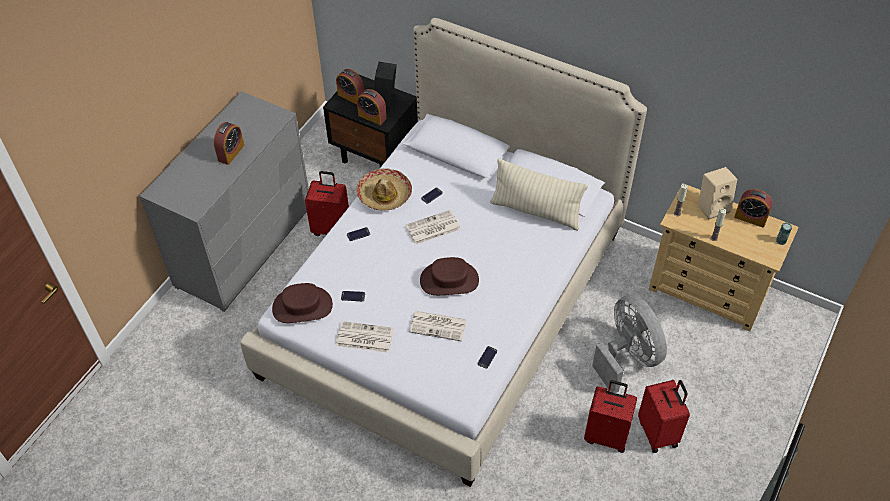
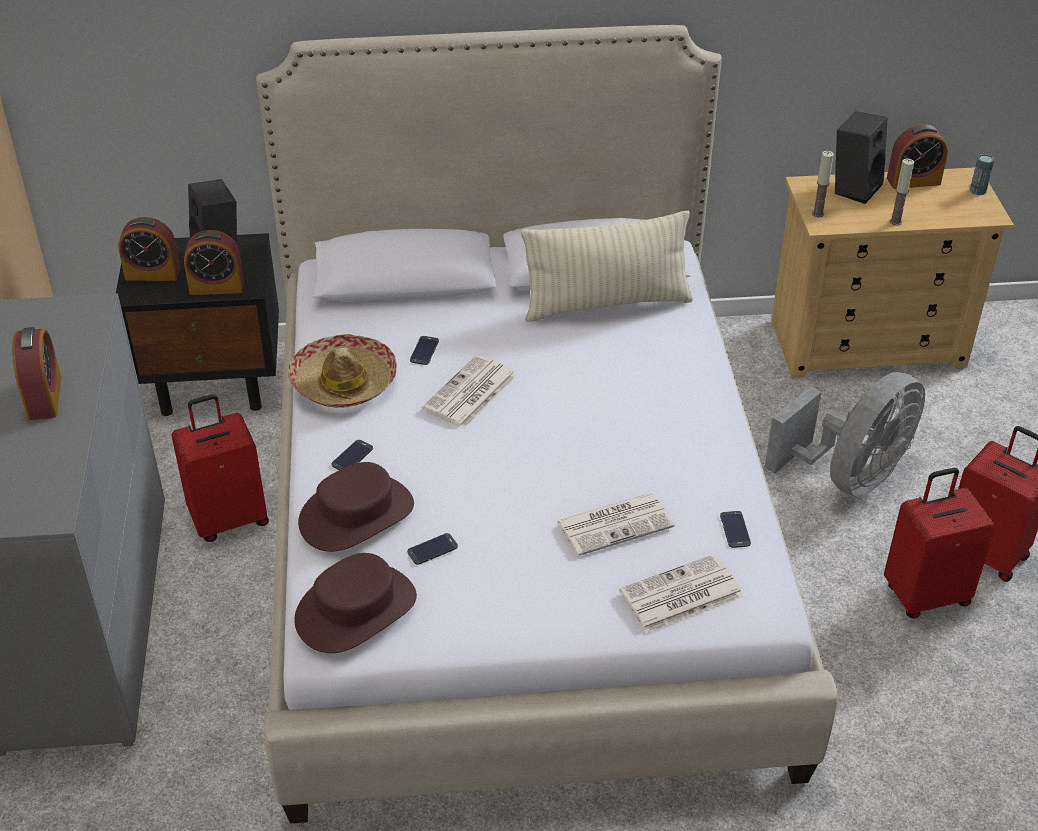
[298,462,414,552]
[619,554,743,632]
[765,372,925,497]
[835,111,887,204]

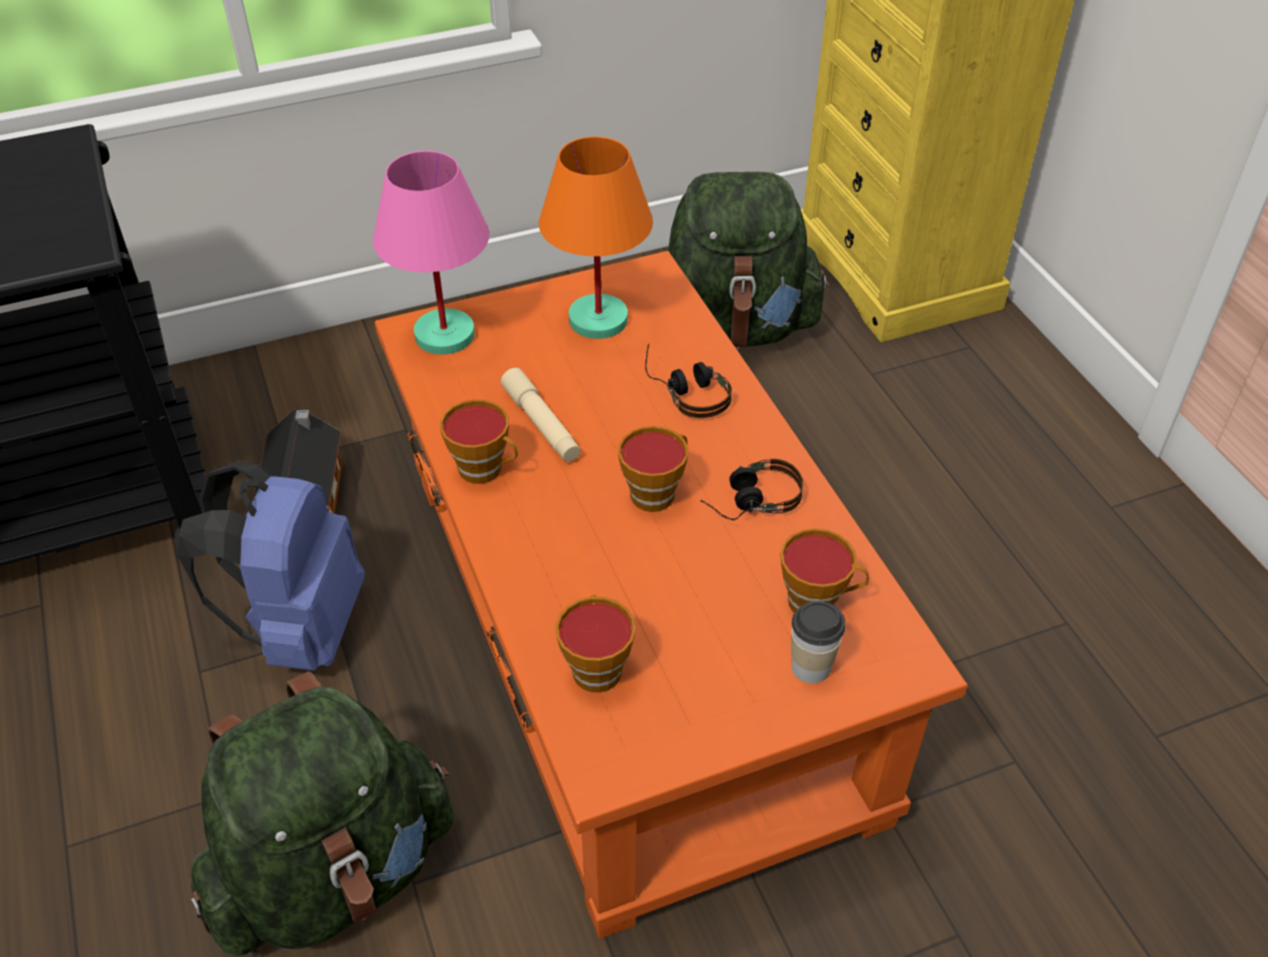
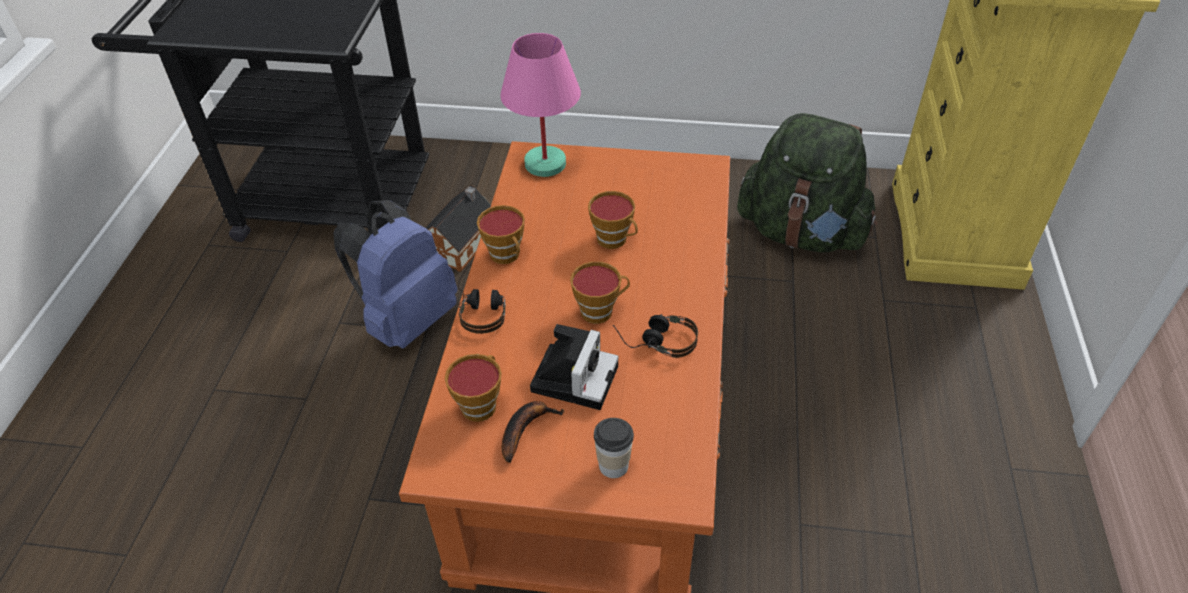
[458,263,505,334]
[502,401,565,463]
[530,324,619,410]
[588,191,638,249]
[191,671,454,956] (first image)
[501,368,580,462] (first image)
[539,136,653,339] (first image)

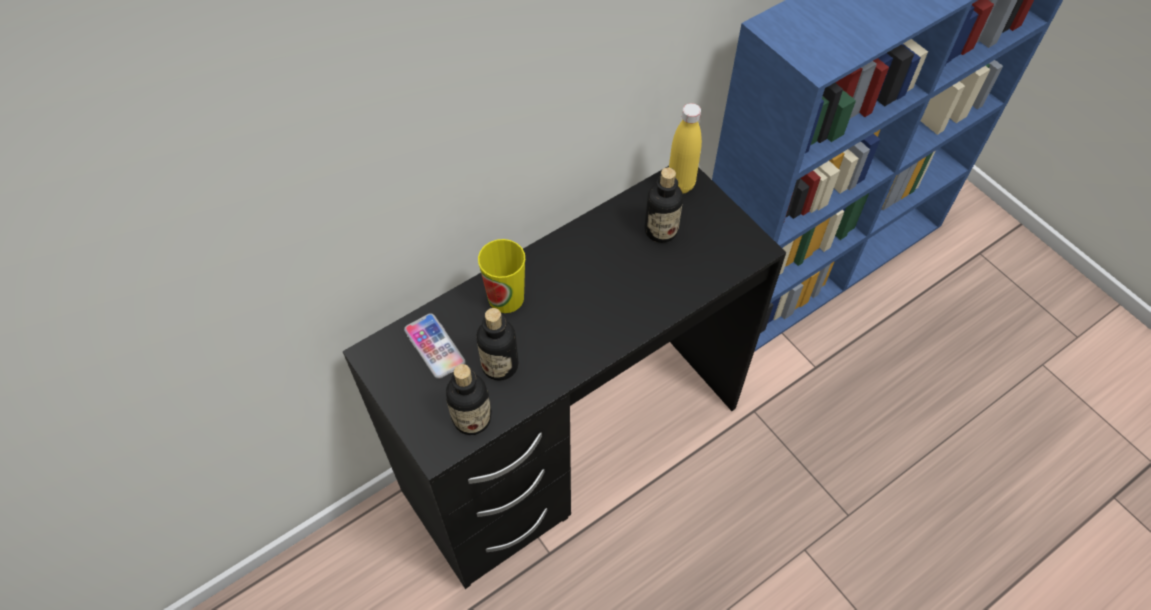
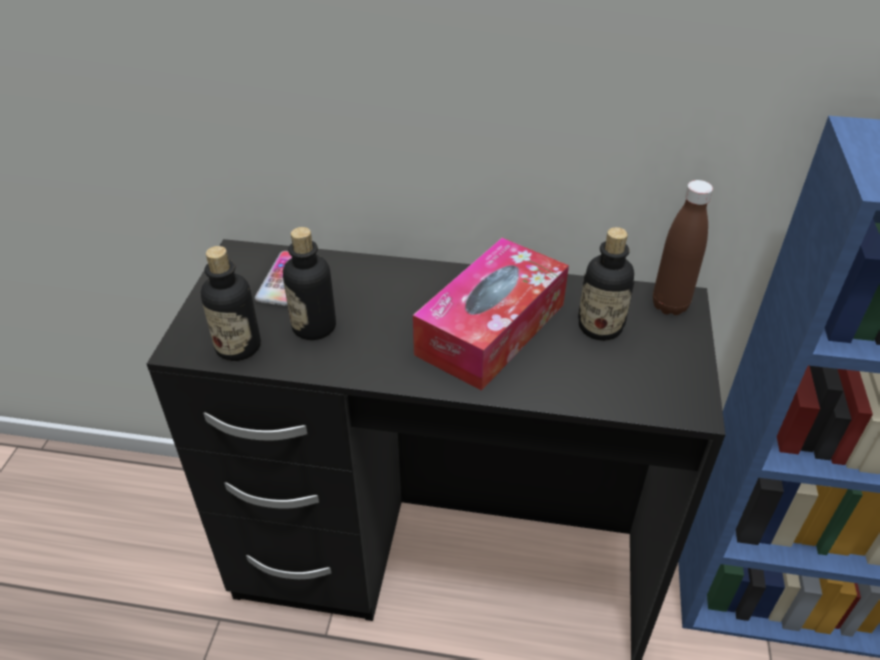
[413,238,569,391]
[653,180,713,315]
[478,239,525,313] (first image)

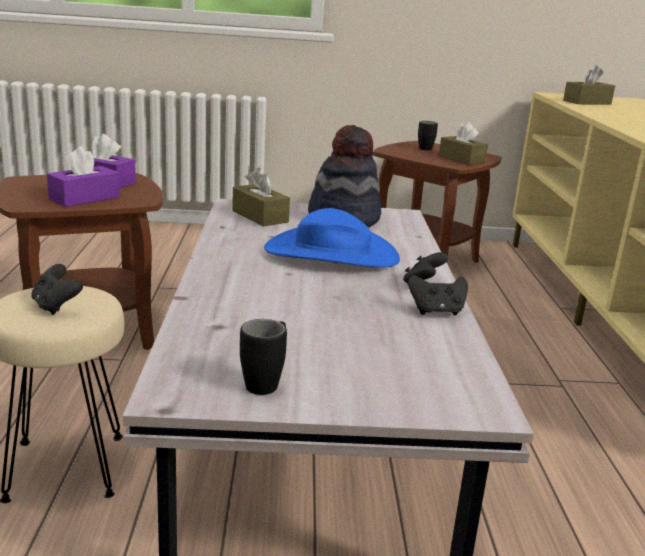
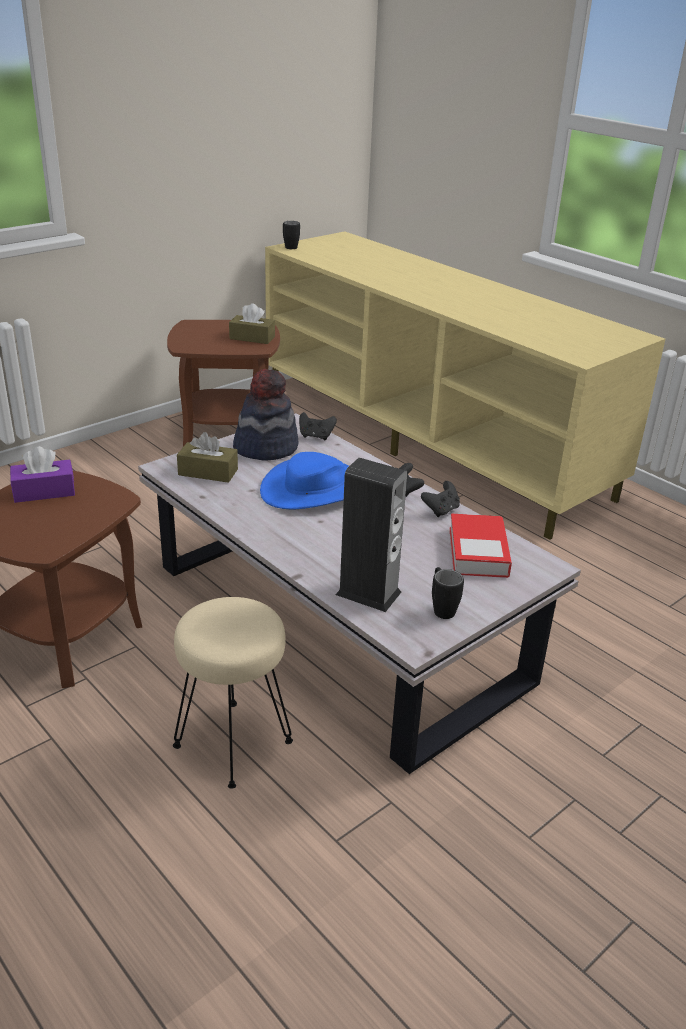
[283,221,300,249]
[299,412,337,440]
[335,458,407,612]
[449,513,512,578]
[47,146,120,207] (first image)
[563,65,615,105] (first image)

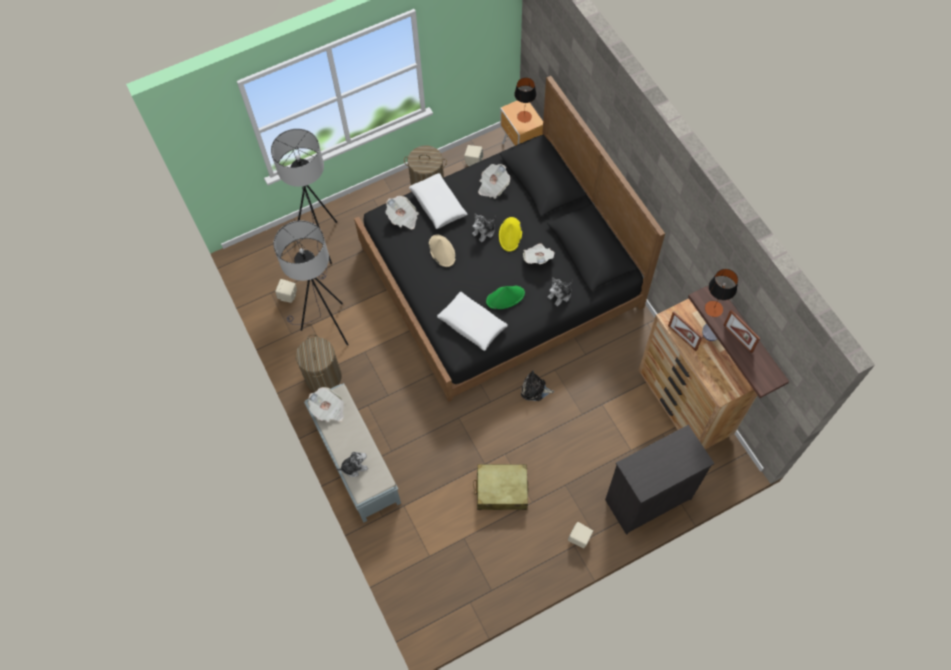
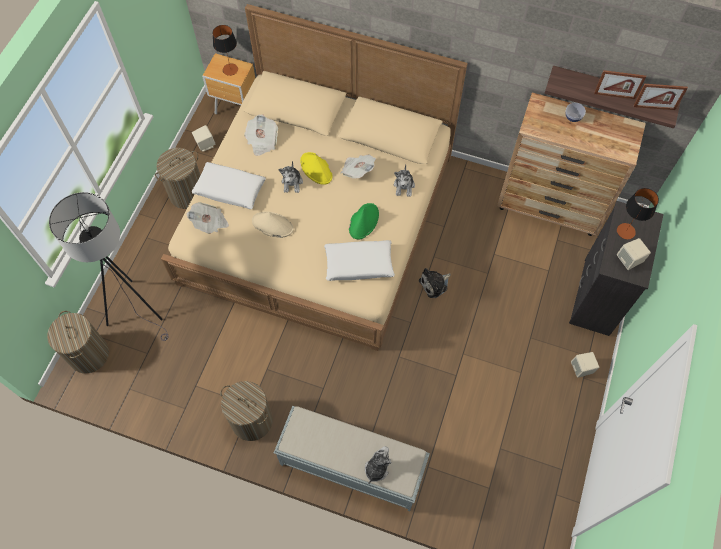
[47,311,109,373]
[161,4,468,351]
[617,188,659,239]
[617,238,651,270]
[634,84,688,110]
[273,221,349,346] (first image)
[309,387,345,422] (first image)
[473,464,529,510] (first image)

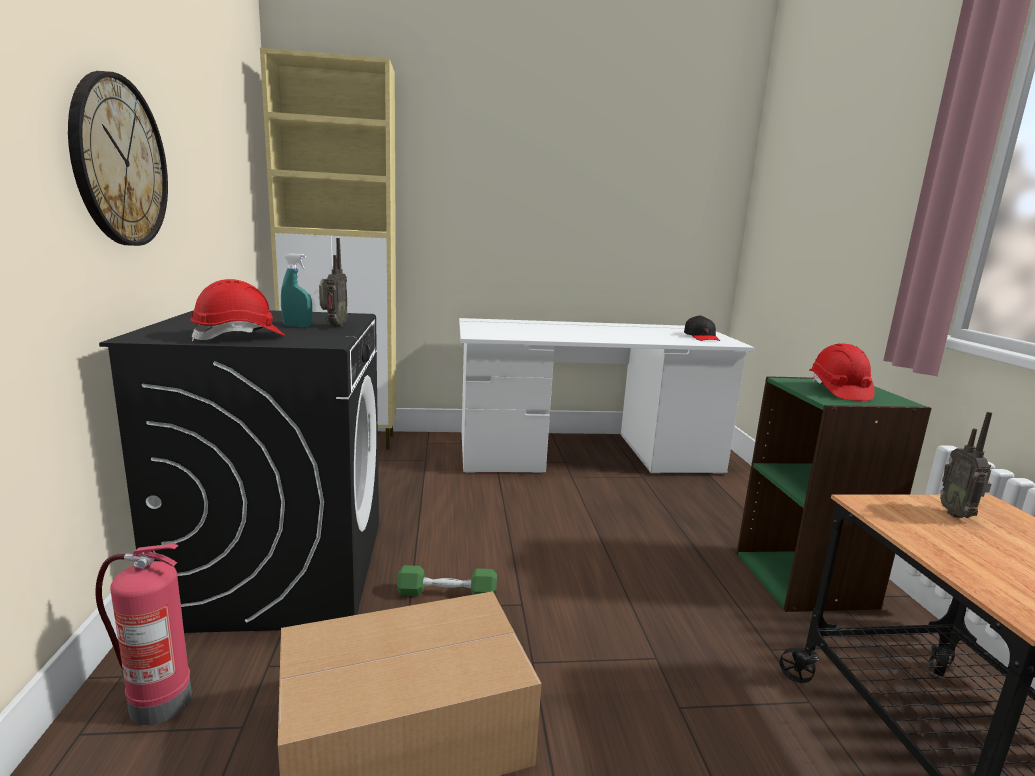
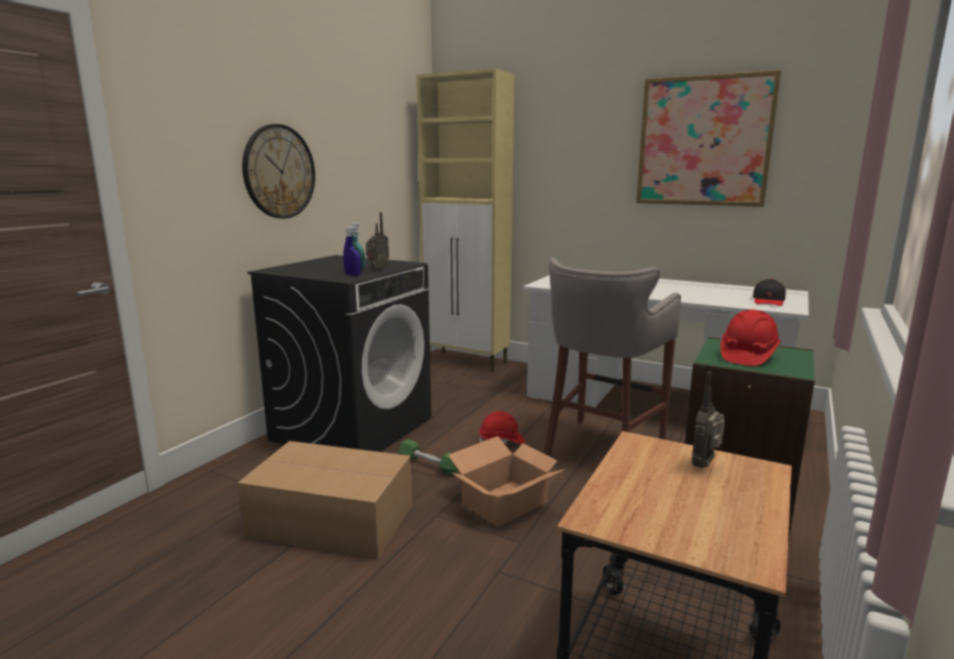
[343,226,361,276]
[448,436,566,527]
[479,411,525,444]
[544,257,681,455]
[636,70,781,207]
[95,544,192,725] (first image)

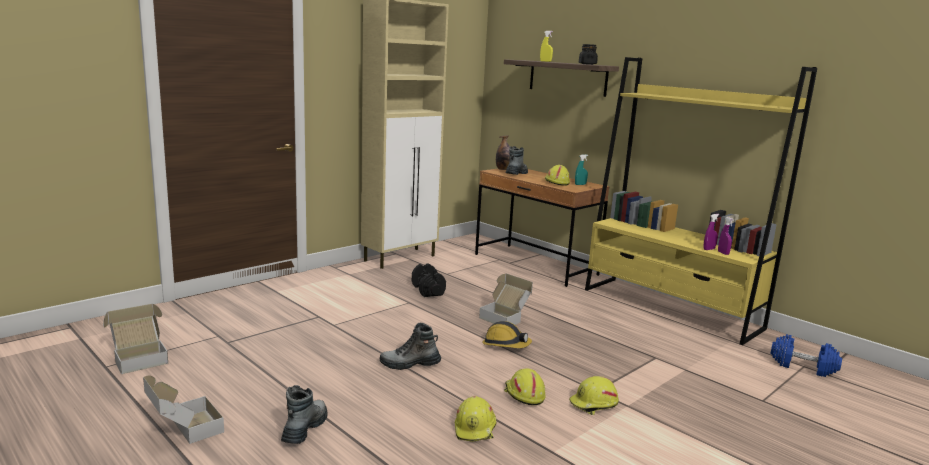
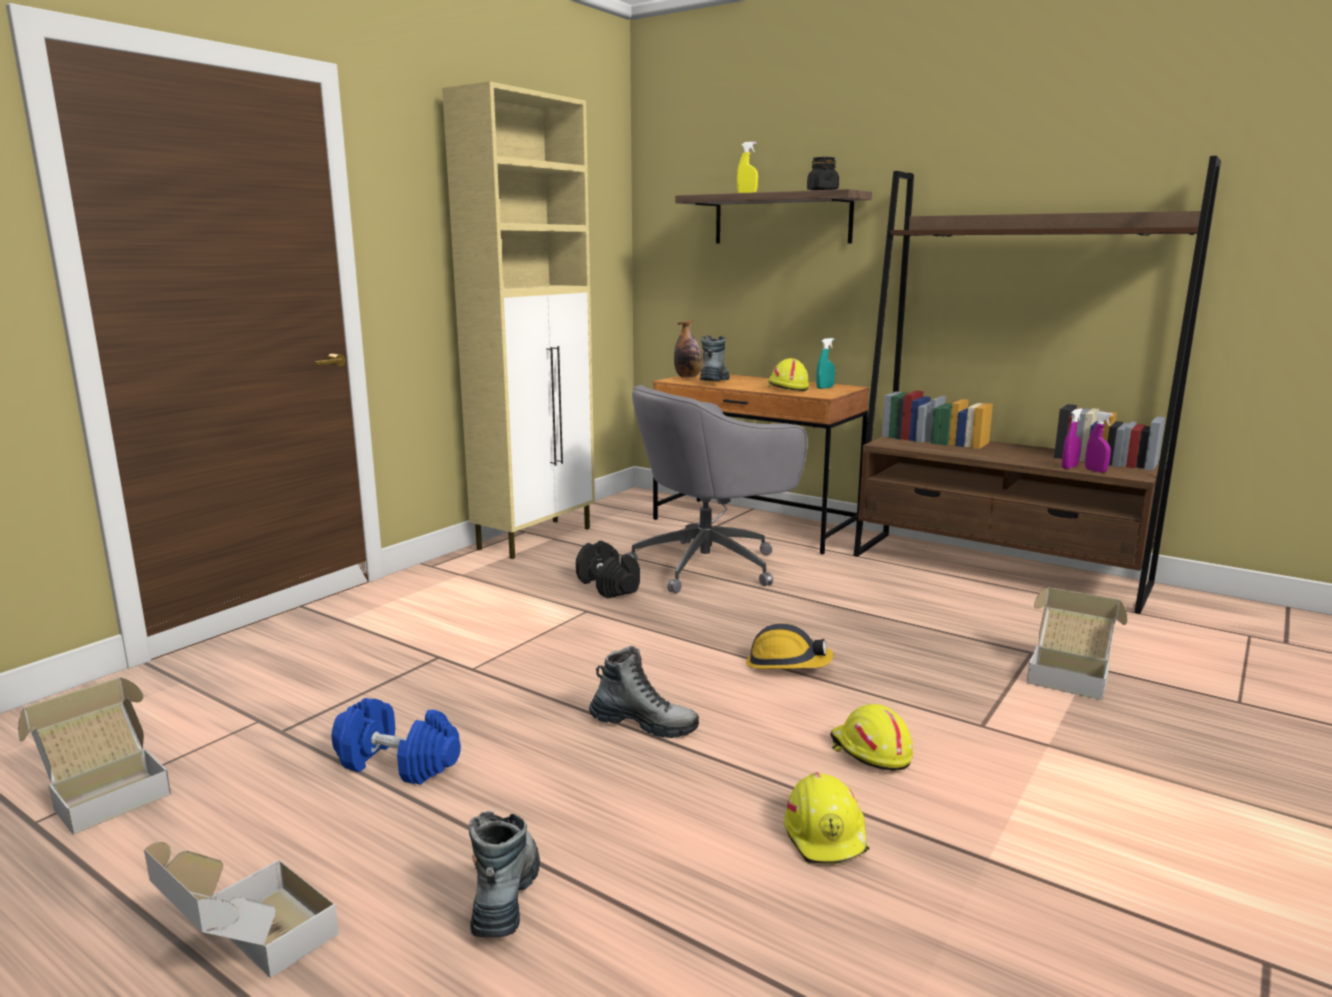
[332,698,461,785]
[589,646,699,738]
[626,385,808,593]
[854,156,1221,614]
[1027,587,1127,700]
[569,376,619,415] (first image)

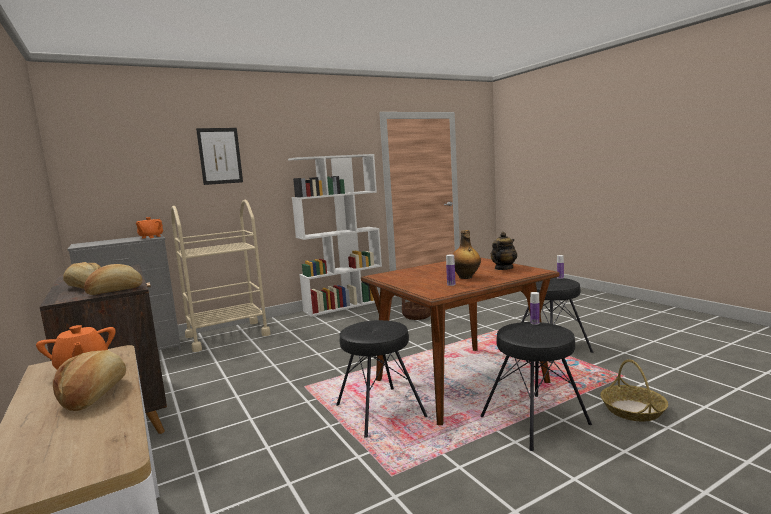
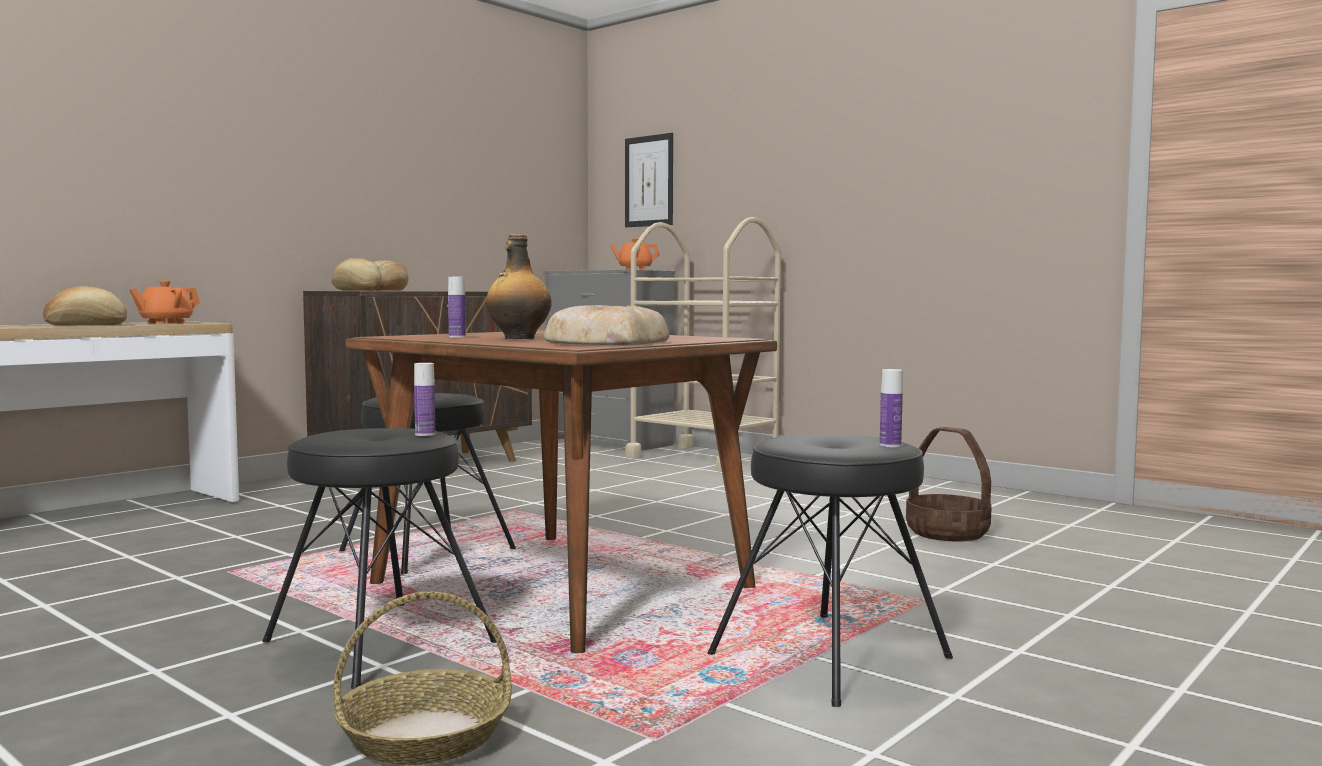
[544,305,670,345]
[625,133,673,227]
[288,154,382,317] (first image)

